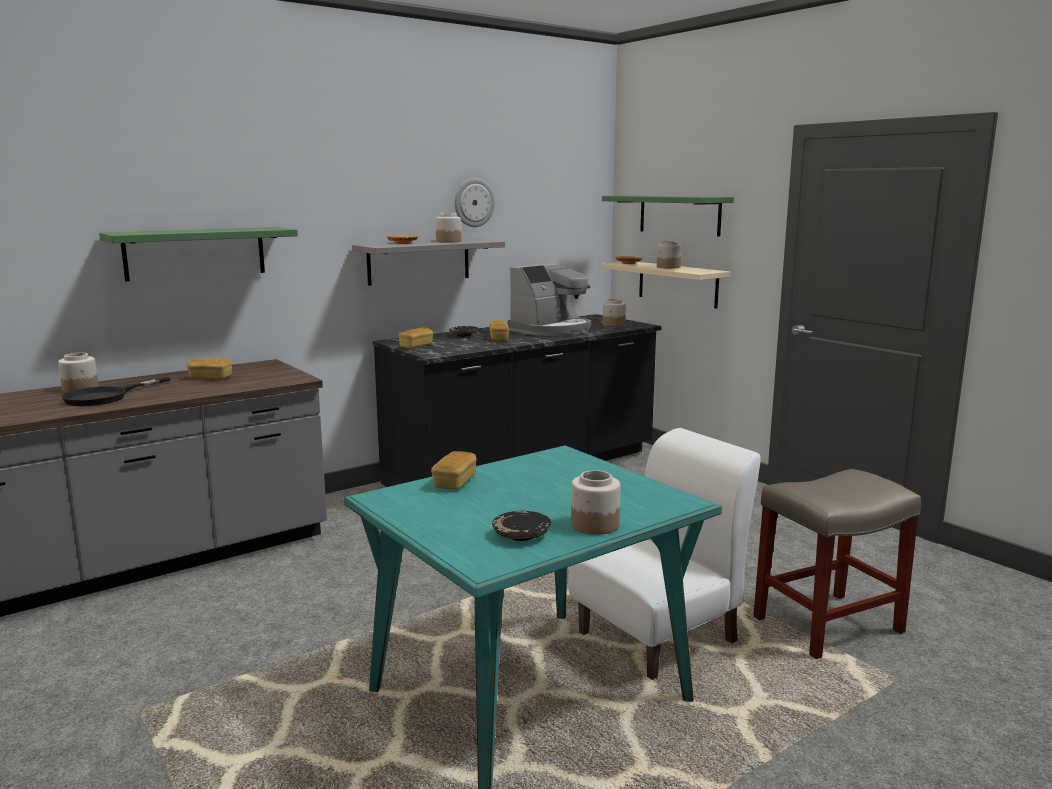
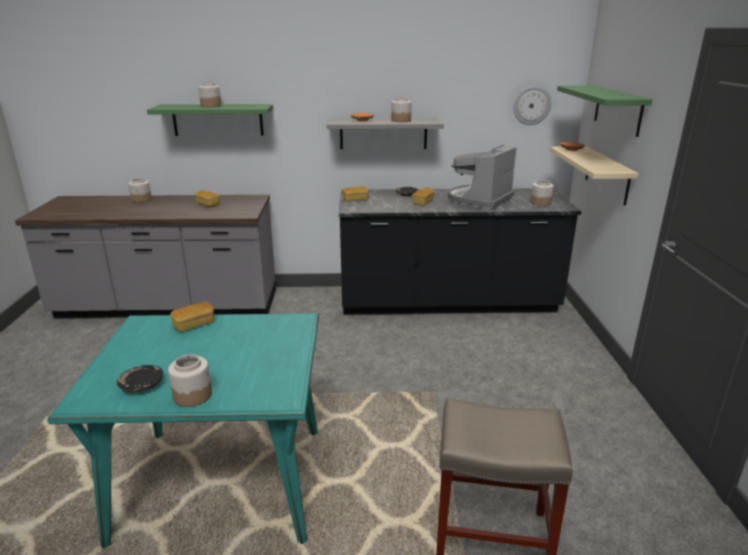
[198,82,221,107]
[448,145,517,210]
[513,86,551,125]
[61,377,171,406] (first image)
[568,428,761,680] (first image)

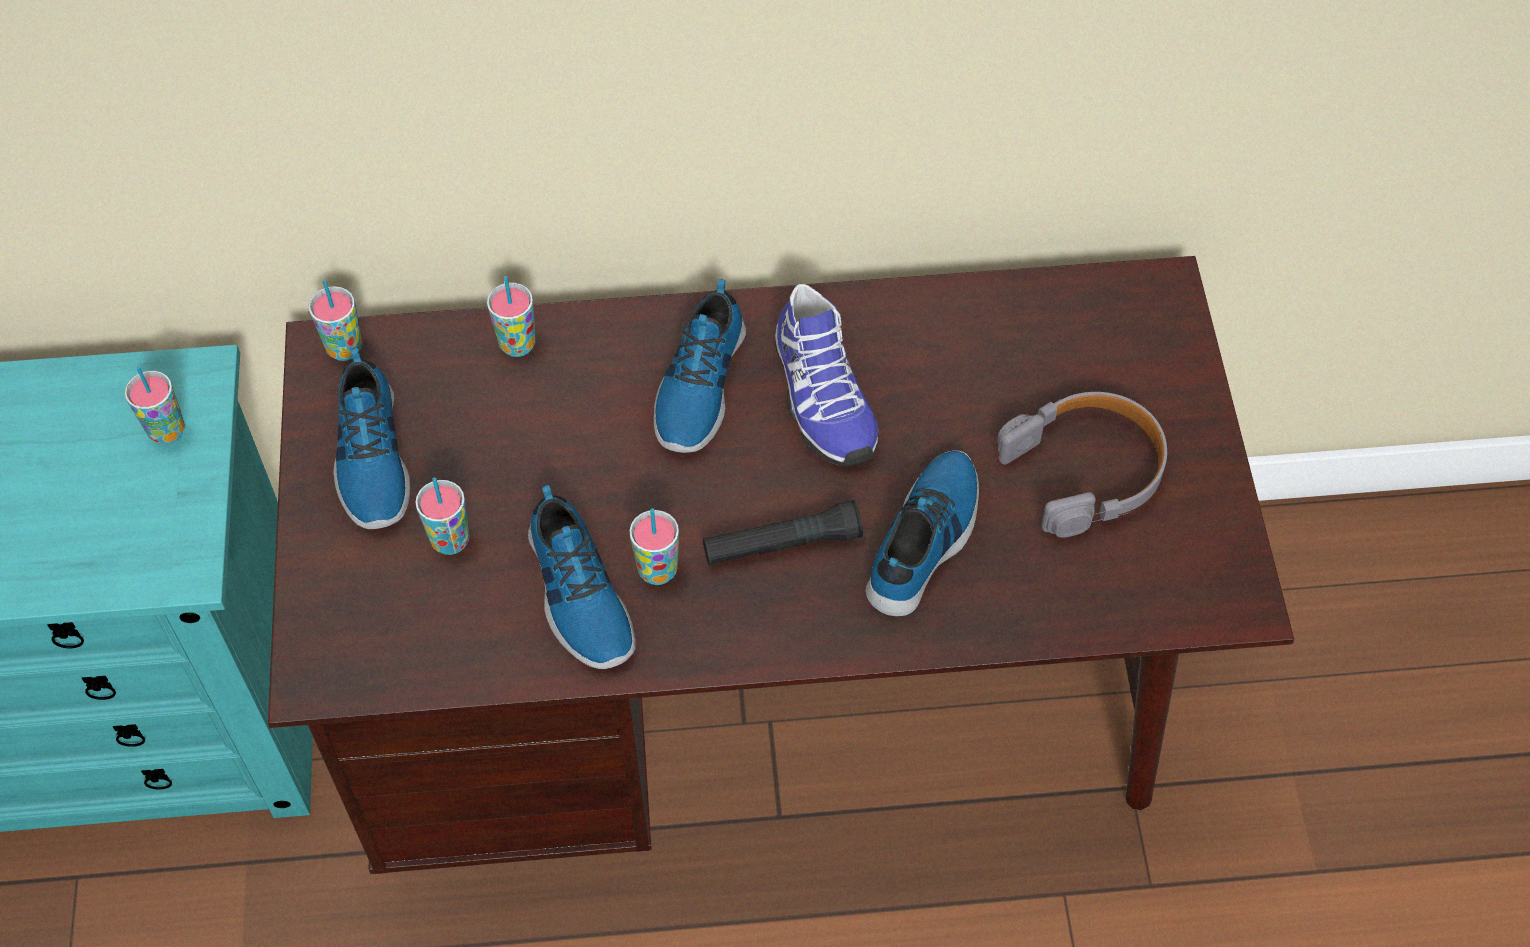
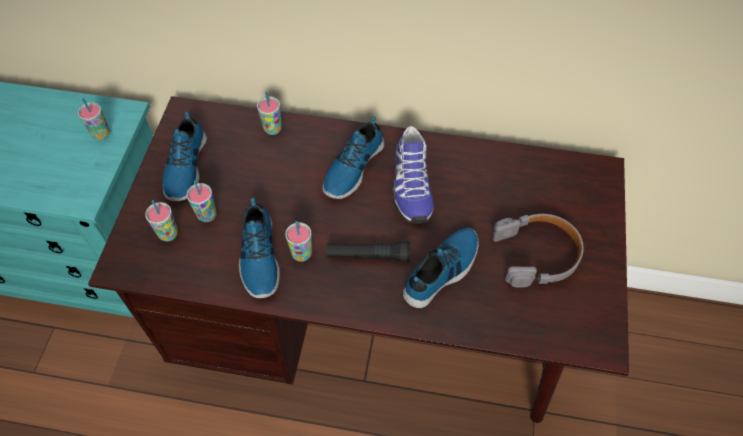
[145,200,178,241]

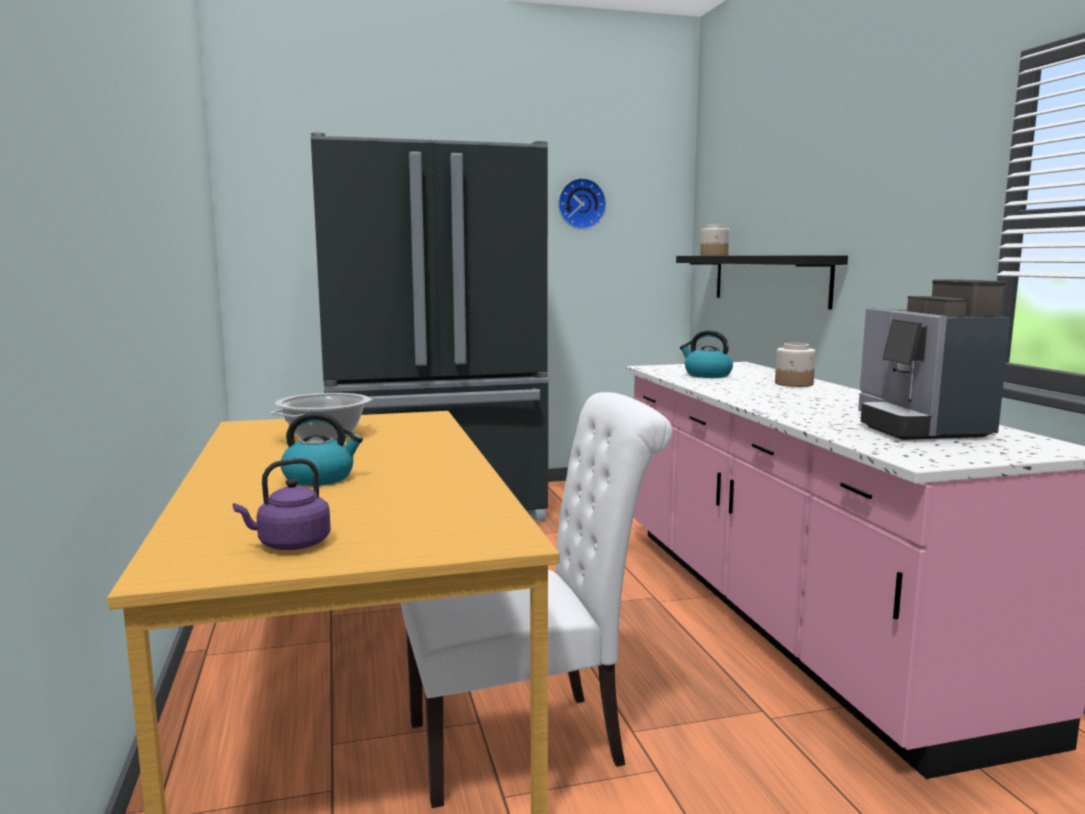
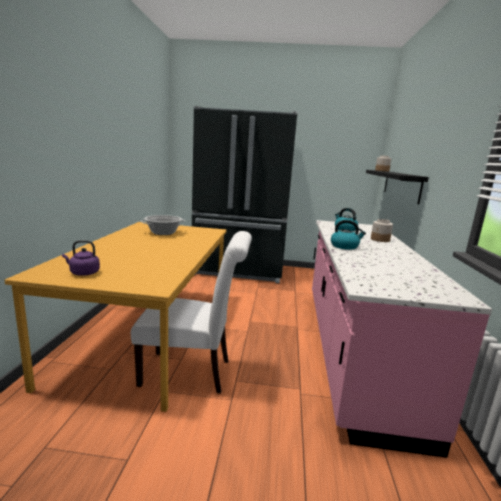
[331,220,366,250]
[558,178,606,230] (first image)
[858,279,1011,440] (first image)

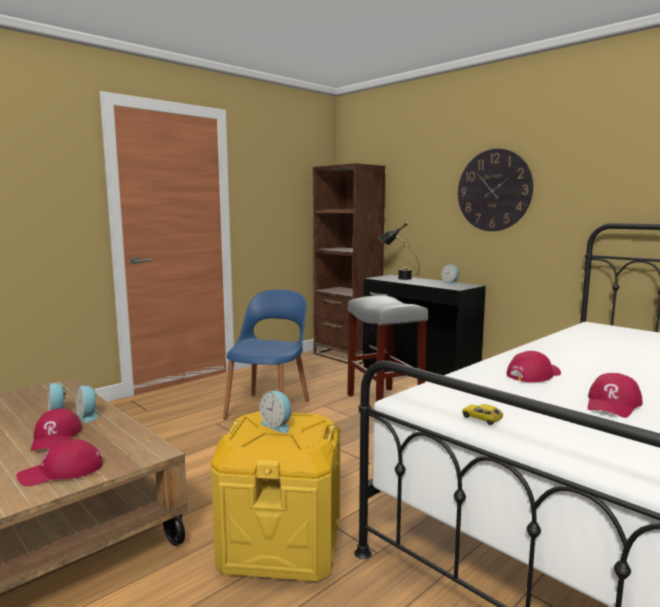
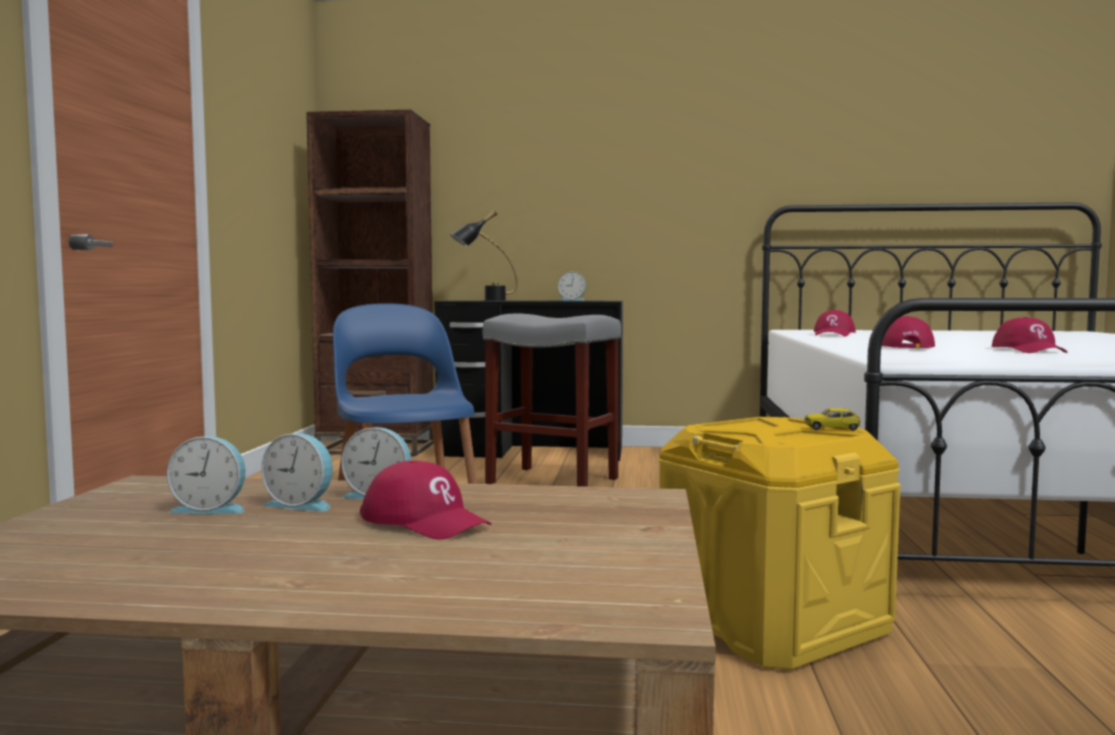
[167,436,245,514]
[804,408,860,431]
[814,310,856,336]
[458,149,533,231] (first image)

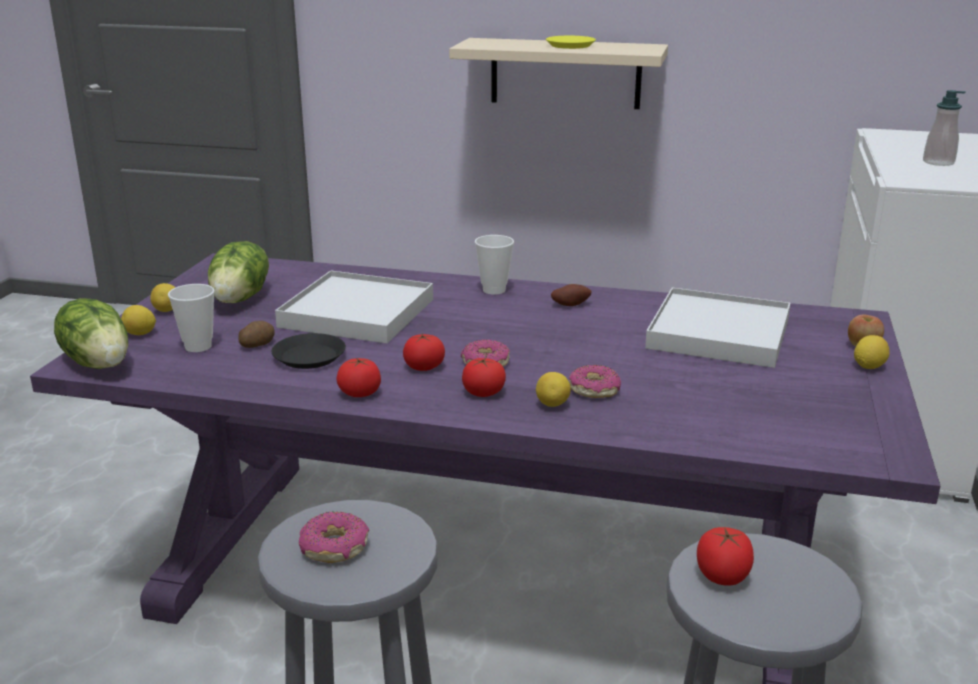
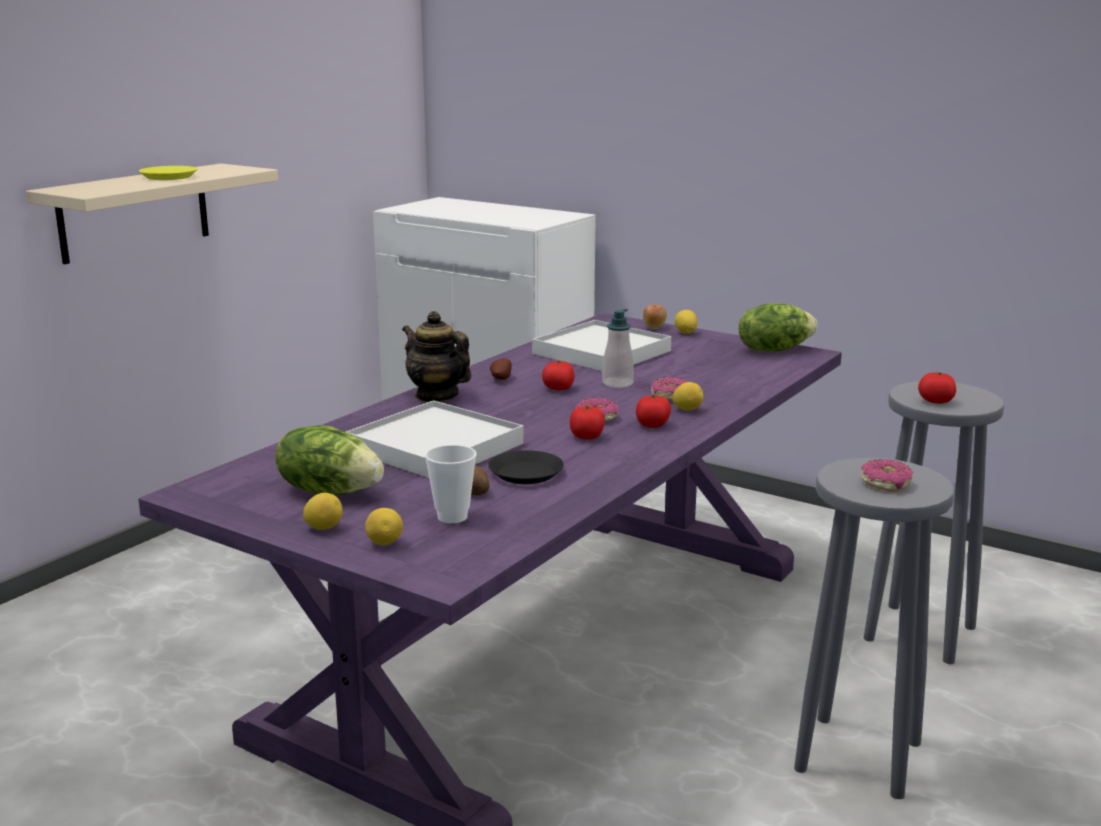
[402,311,471,402]
[542,360,575,390]
[602,309,634,388]
[739,303,817,352]

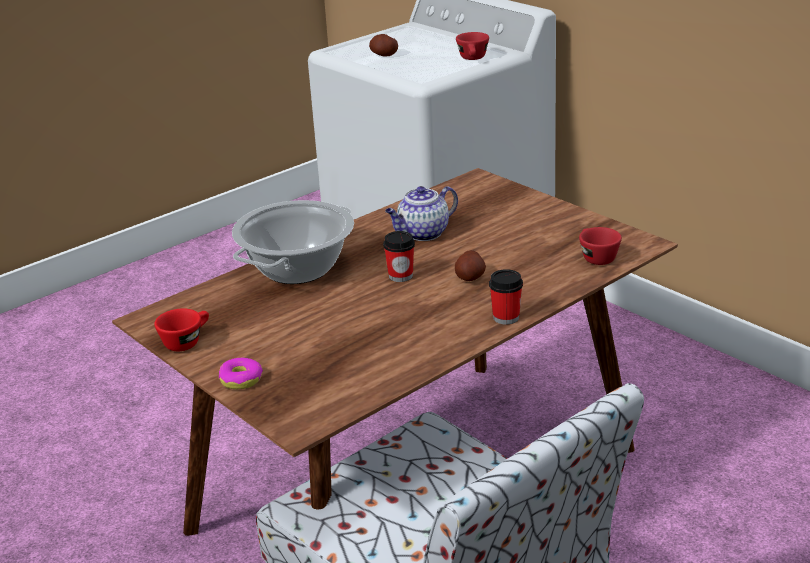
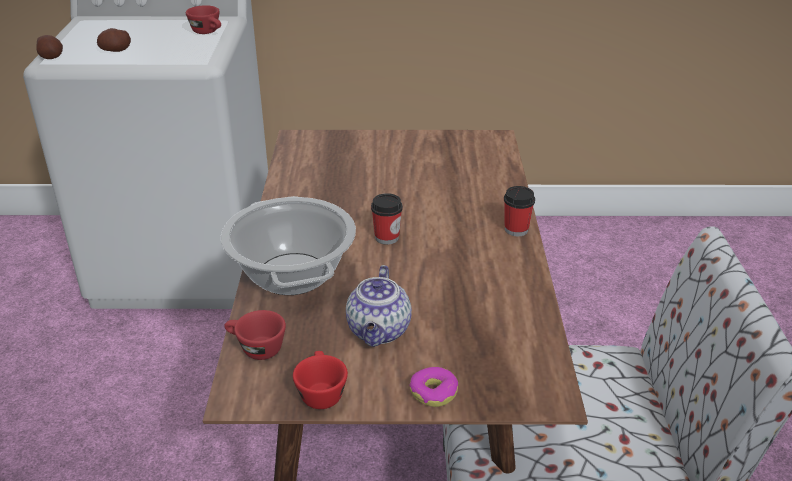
[36,35,63,59]
[224,310,286,360]
[346,265,412,347]

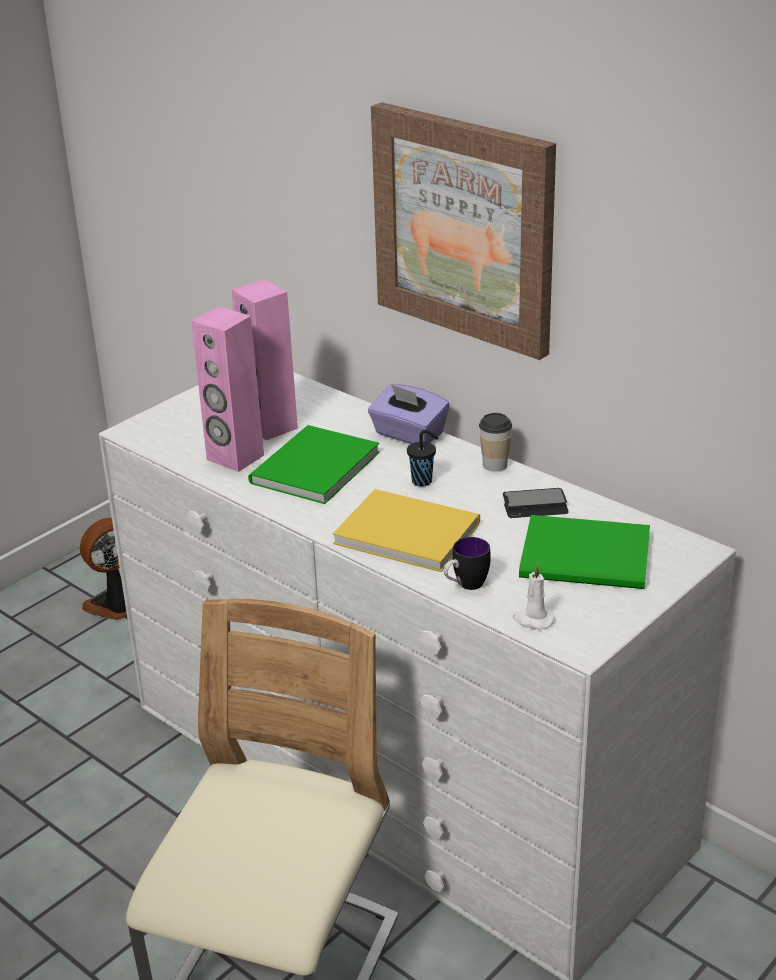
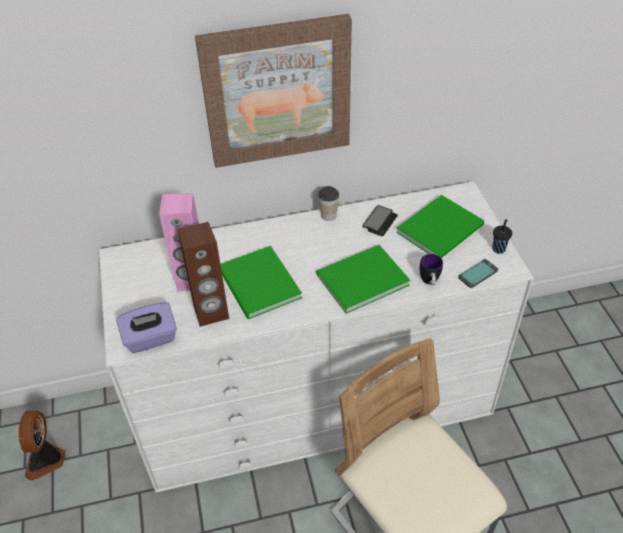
[116,302,177,353]
[177,222,229,327]
[316,245,410,314]
[458,259,498,288]
[492,219,512,254]

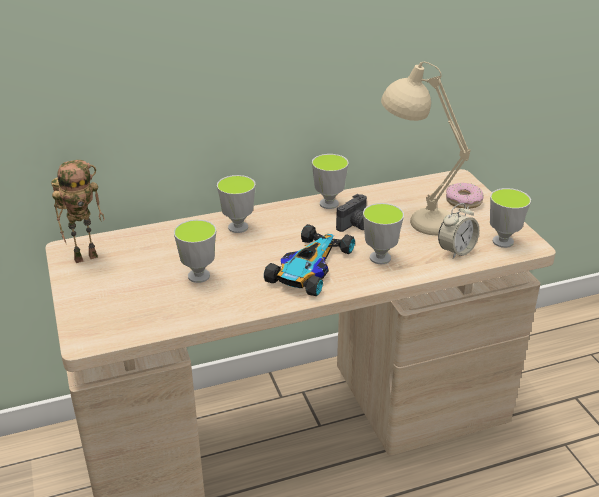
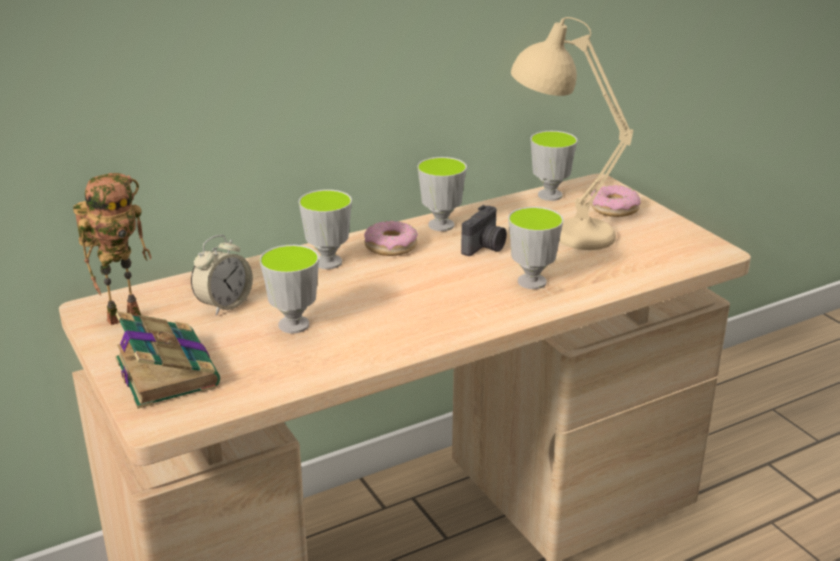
[115,311,220,409]
[191,235,253,316]
[364,220,418,256]
[531,131,577,201]
[264,224,355,296] (first image)

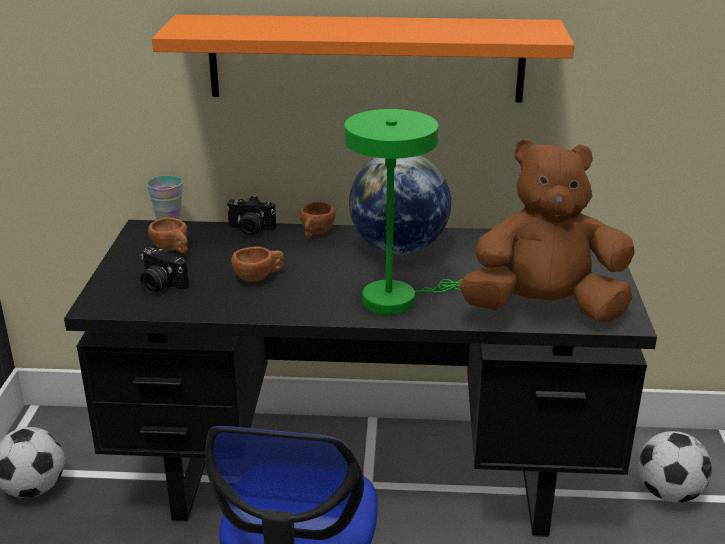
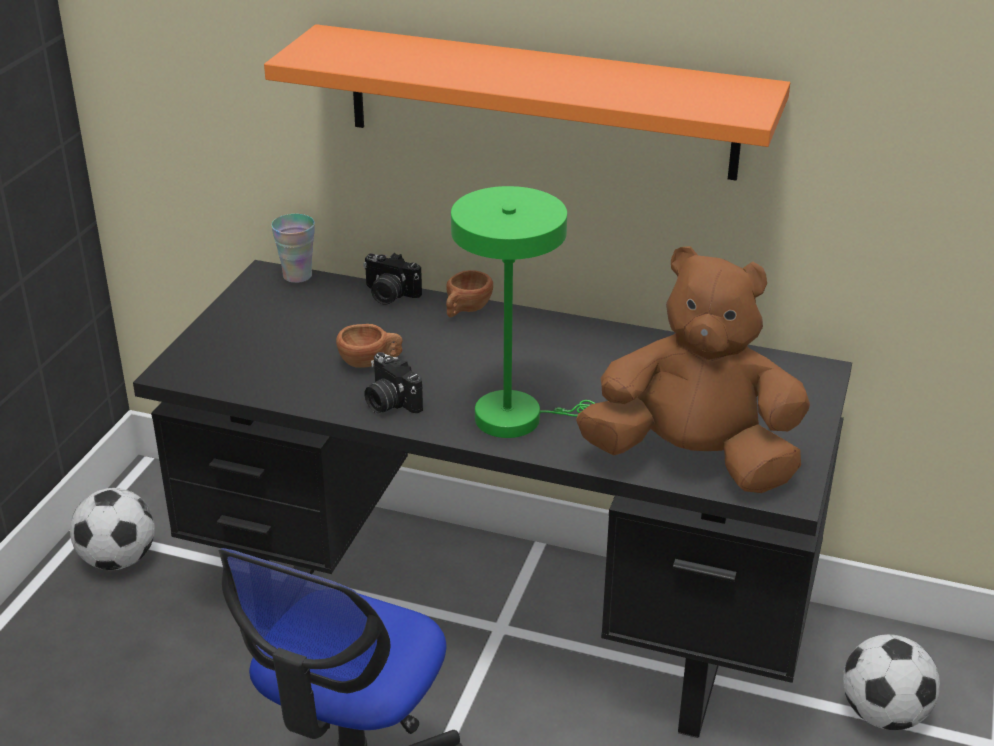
[365,352,423,413]
[148,218,188,253] (first image)
[349,155,451,255] (first image)

